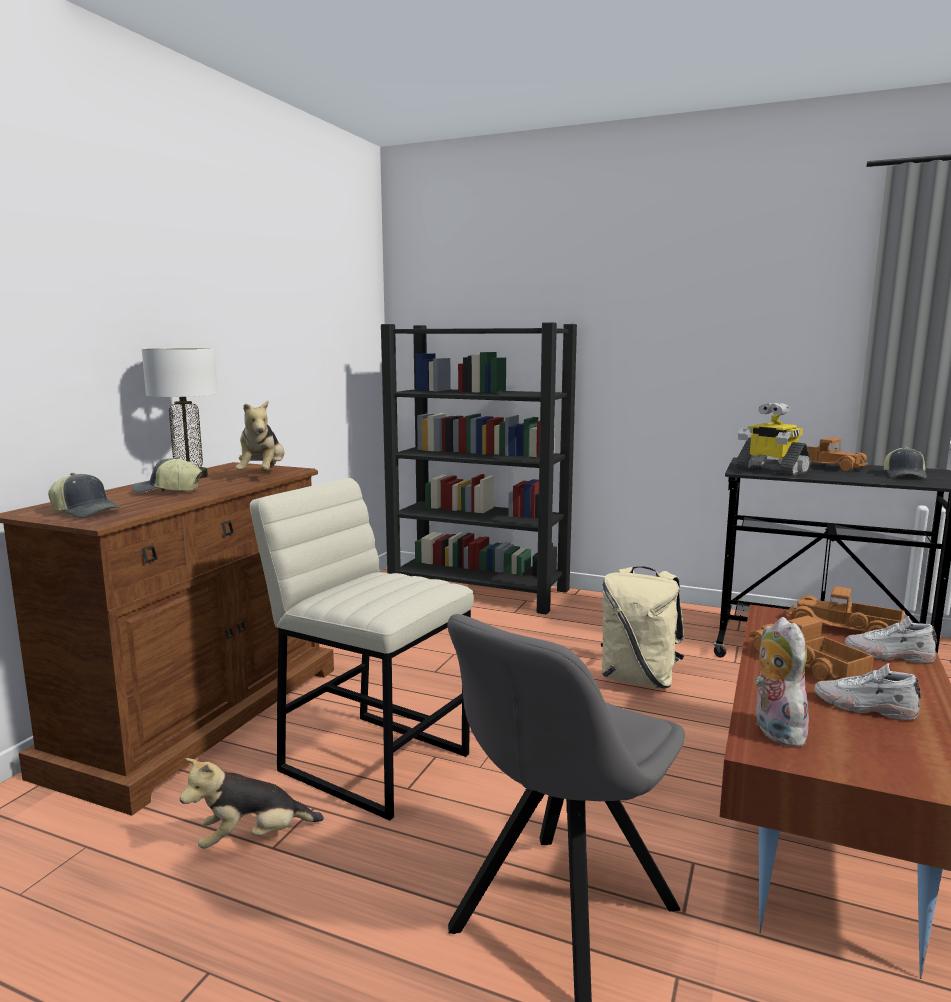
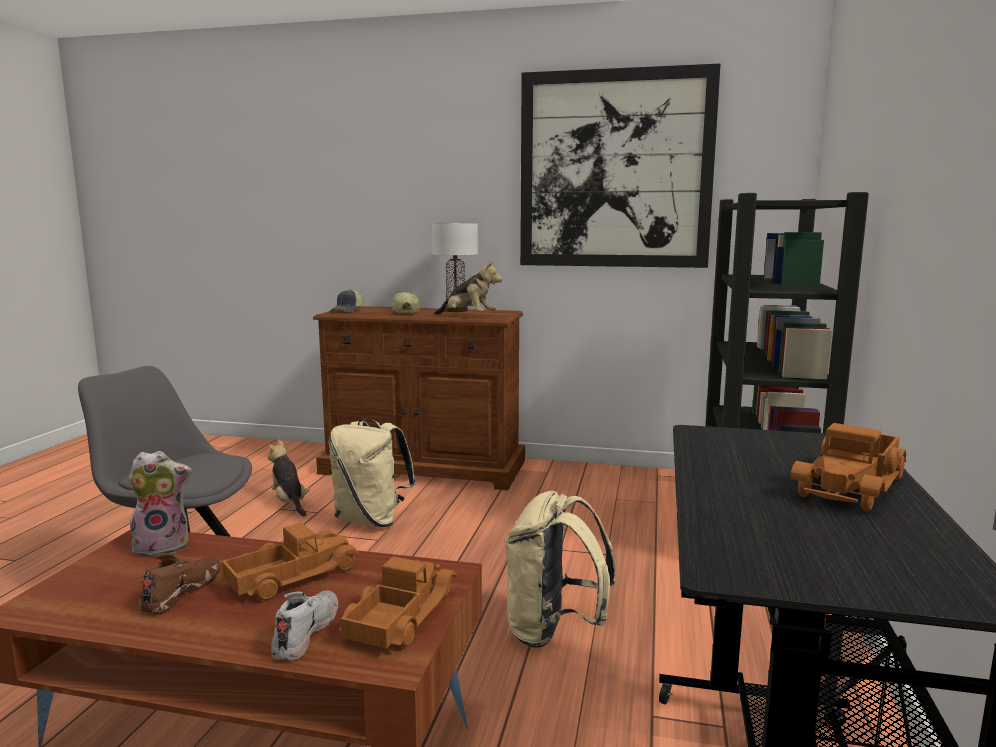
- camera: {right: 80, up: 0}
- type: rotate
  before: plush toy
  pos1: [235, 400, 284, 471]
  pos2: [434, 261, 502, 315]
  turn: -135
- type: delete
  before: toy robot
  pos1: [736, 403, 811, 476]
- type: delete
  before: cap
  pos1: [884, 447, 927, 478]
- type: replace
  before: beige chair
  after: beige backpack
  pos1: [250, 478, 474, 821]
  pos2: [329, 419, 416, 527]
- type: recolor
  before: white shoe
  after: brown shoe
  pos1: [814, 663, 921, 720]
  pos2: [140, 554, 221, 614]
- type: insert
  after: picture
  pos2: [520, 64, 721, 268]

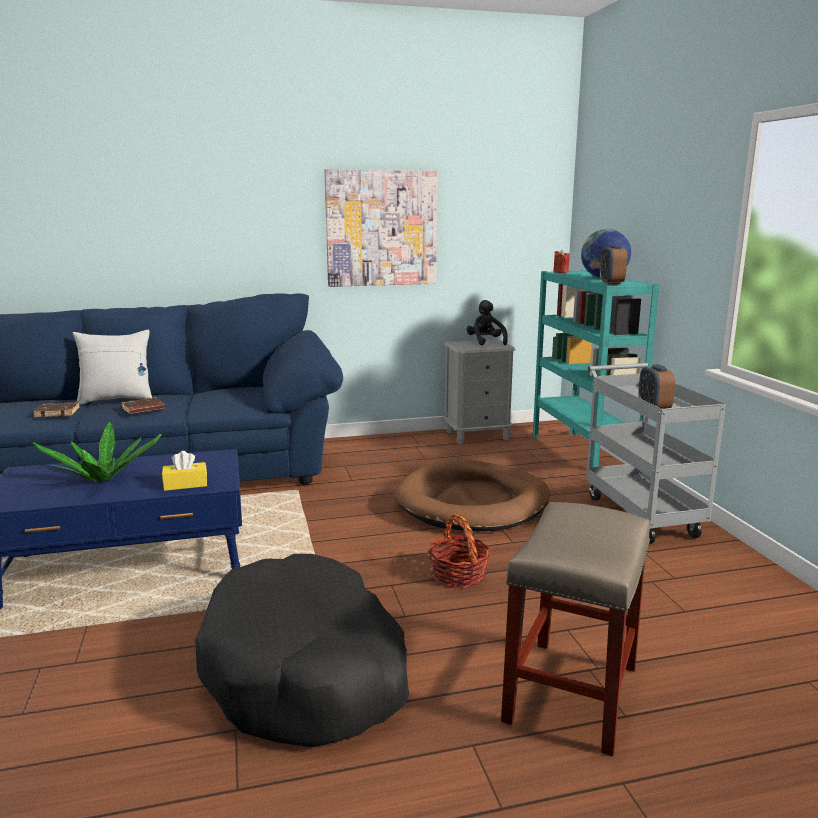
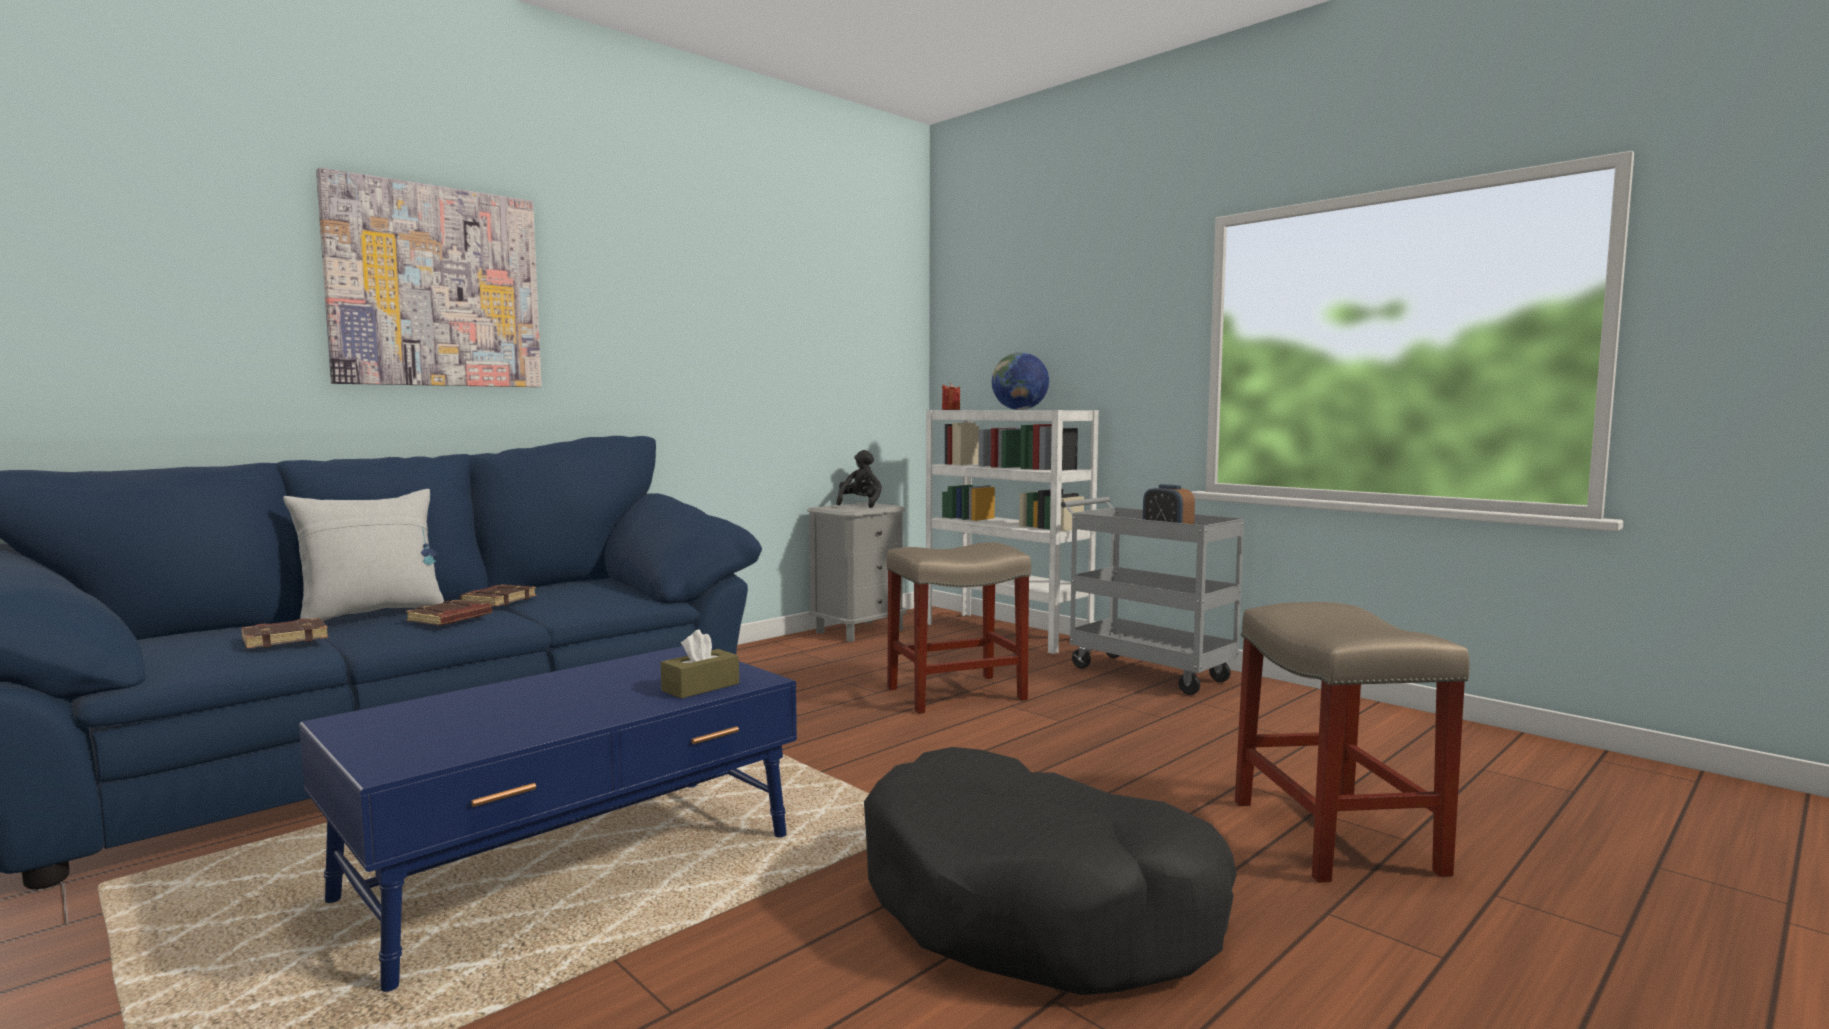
- camera: {right: -30, up: -10}
- type: move
  before: picture
  pos1: [324, 169, 437, 287]
  pos2: [316, 168, 541, 387]
- type: delete
  before: alarm clock
  pos1: [600, 245, 627, 284]
- type: recolor
  before: turquoise bookcase
  after: white bookcase
  pos1: [533, 270, 659, 467]
  pos2: [926, 410, 1099, 654]
- type: rotate
  before: black plush toy
  pos1: [466, 300, 508, 345]
  pos2: [836, 450, 882, 508]
  turn: 60
- type: delete
  before: potted plant
  pos1: [33, 421, 162, 482]
- type: recolor
  before: yellow tissue box
  after: brown tissue box
  pos1: [162, 451, 207, 491]
  pos2: [661, 629, 739, 699]
- type: replace
  before: brown dog bed
  after: beige stool
  pos1: [394, 459, 550, 531]
  pos2: [887, 542, 1031, 714]
- type: delete
  before: basket
  pos1: [428, 514, 490, 588]
- type: insert
  after: brown book
  pos2: [460, 584, 537, 606]

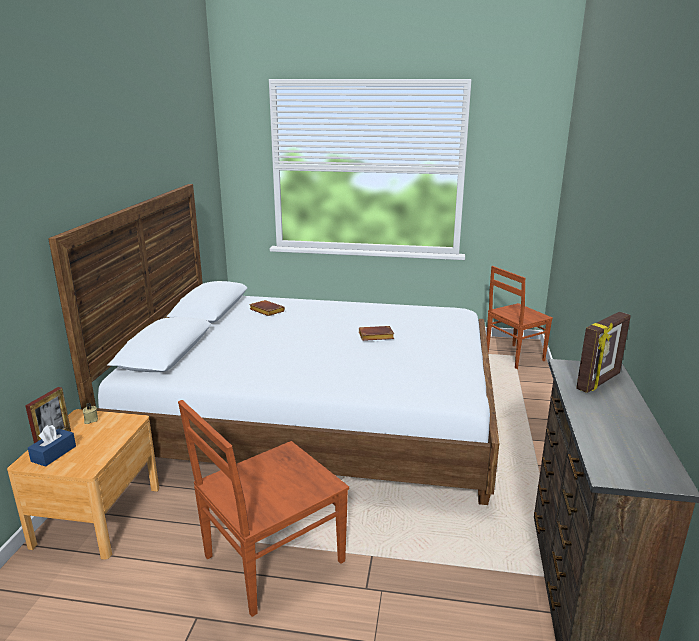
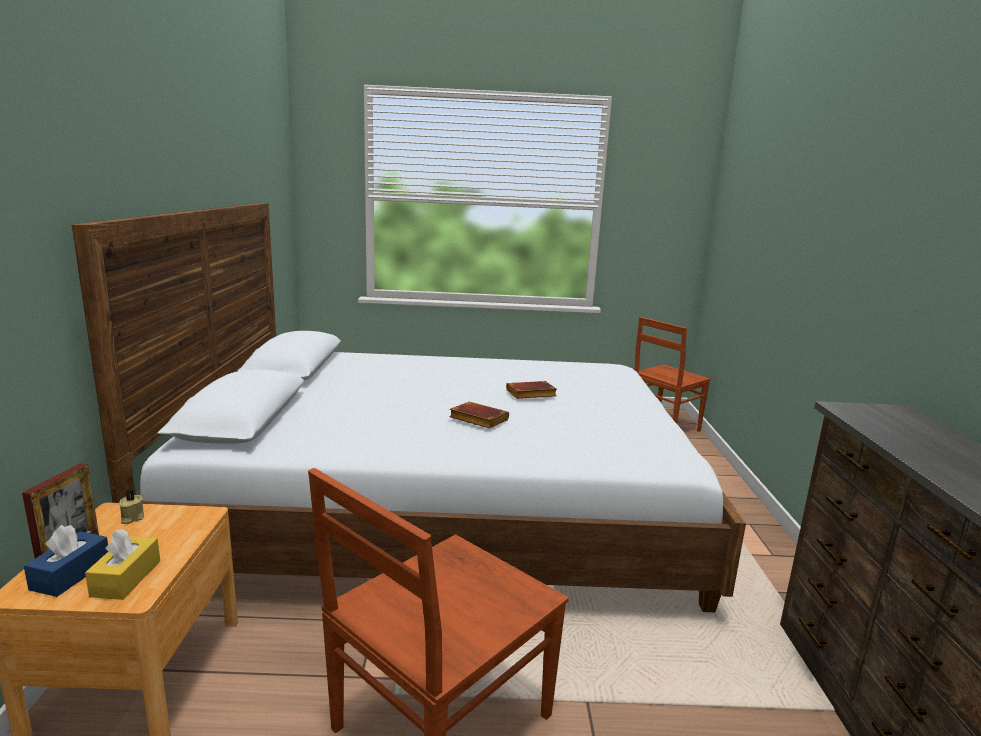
- camera: {right: -10, up: -5}
- type: move
  before: brown book
  pos1: [249, 300, 285, 316]
  pos2: [449, 402, 509, 429]
- type: delete
  before: picture frame
  pos1: [576, 312, 631, 393]
- type: insert
  after: yellow tissue box
  pos2: [85, 529, 160, 600]

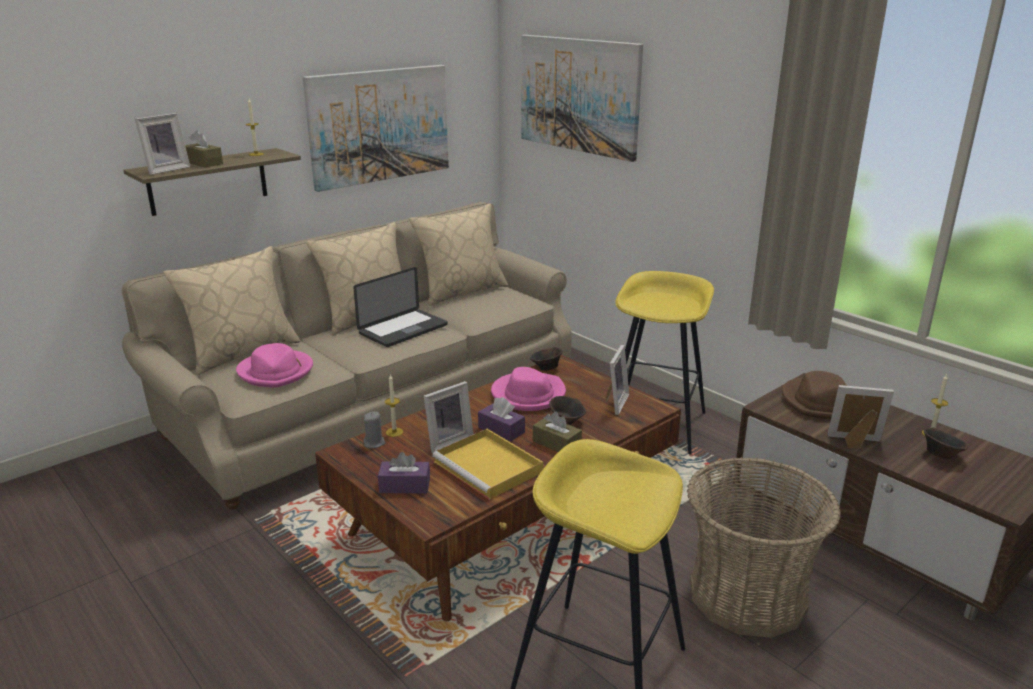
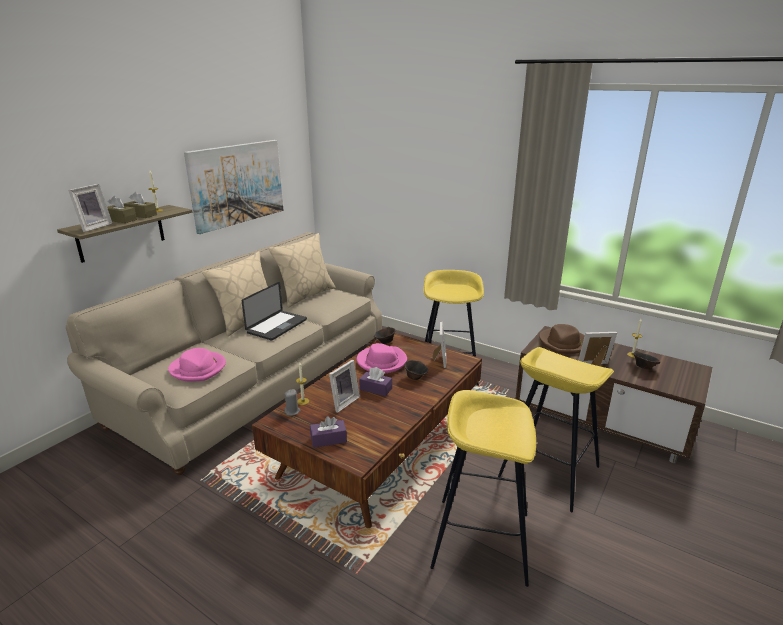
- camera: {right: -15, up: 0}
- type: delete
  before: picture
  pos1: [521, 35, 643, 162]
- type: delete
  before: beige pillow
  pos1: [164, 246, 301, 375]
- type: move
  before: brown tissue box
  pos1: [533, 412, 582, 452]
  pos2: [124, 192, 157, 218]
- type: delete
  before: yellow tray
  pos1: [432, 429, 543, 500]
- type: replace
  before: basket
  after: yellow stool
  pos1: [687, 457, 841, 638]
  pos2: [498, 347, 614, 512]

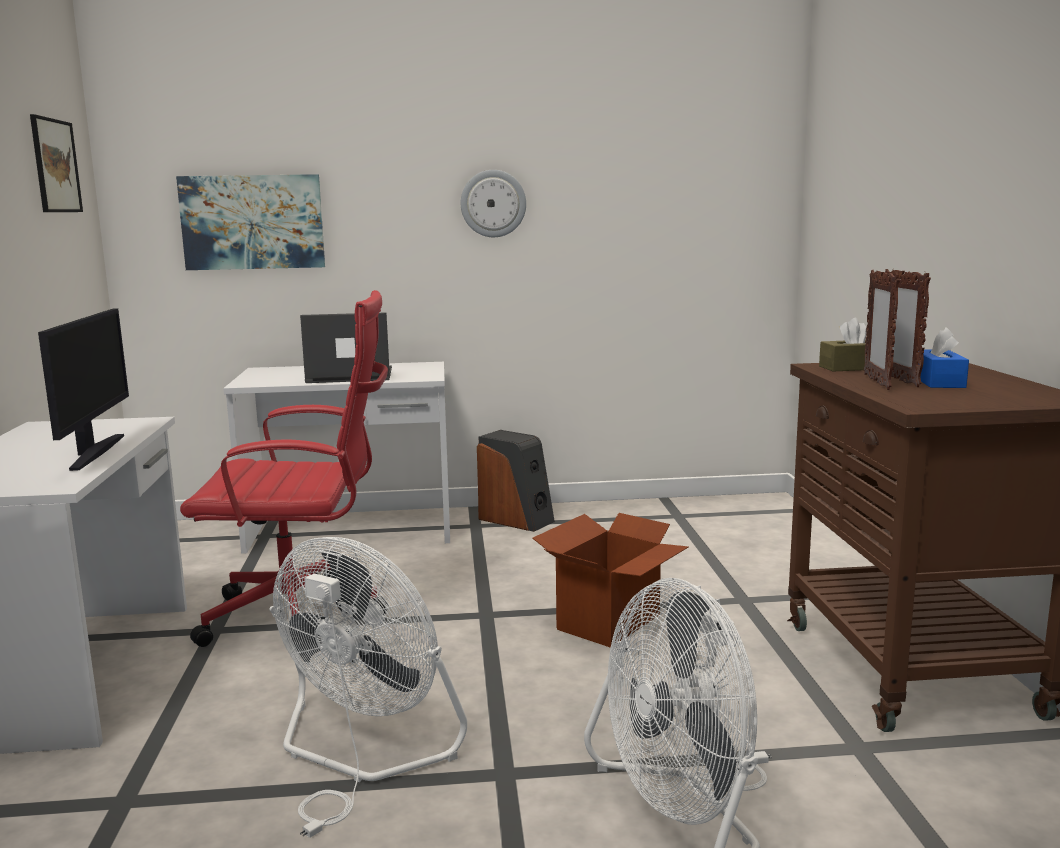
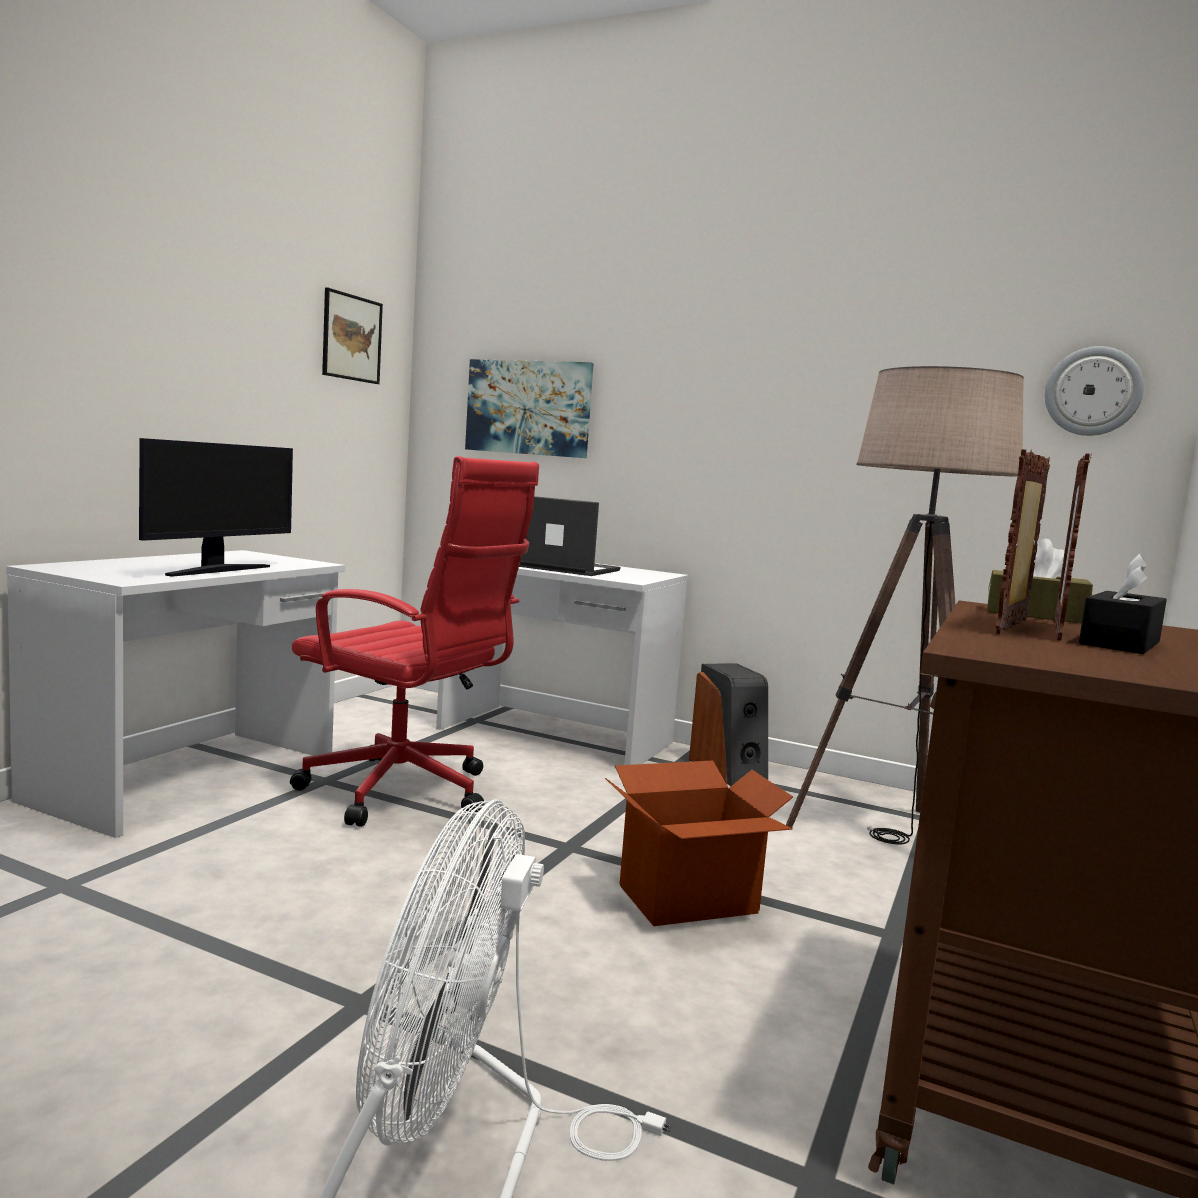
- camera: {right: 30, up: -5}
- type: move
  before: wall clock
  pos1: [461, 170, 526, 237]
  pos2: [1045, 346, 1144, 436]
- type: recolor
  before: blue tissue box
  after: black tissue box
  pos1: [921, 328, 969, 388]
  pos2: [1079, 554, 1167, 654]
- type: delete
  before: white fan
  pos1: [269, 537, 467, 838]
- type: insert
  after: floor lamp
  pos2: [786, 366, 1024, 845]

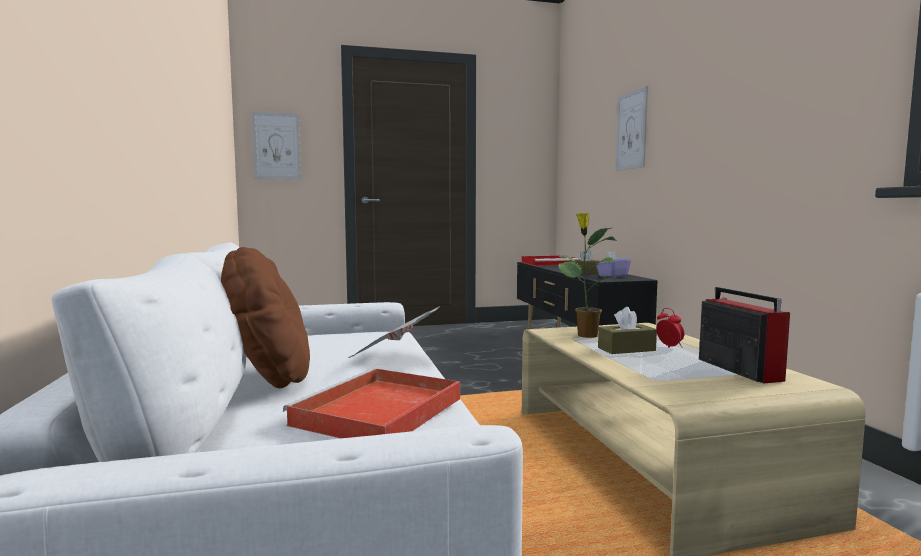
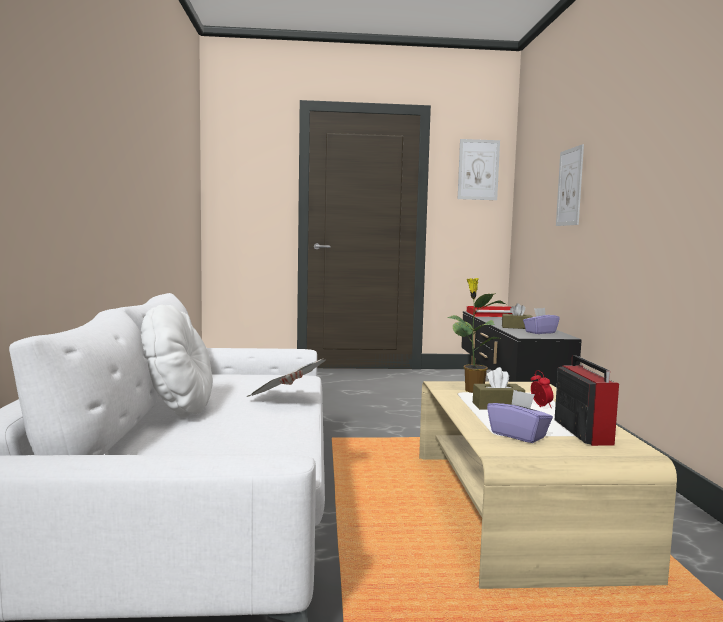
- camera: {right: 10, up: 0}
- type: move
  before: picture
  pos1: [252, 112, 301, 180]
  pos2: [458, 139, 500, 200]
- type: recolor
  before: brown pillow
  after: white pillow
  pos1: [221, 247, 310, 388]
  pos2: [141, 305, 213, 417]
- type: delete
  before: red tray
  pos1: [283, 368, 460, 438]
- type: insert
  after: purple tissue box
  pos2: [487, 390, 553, 443]

